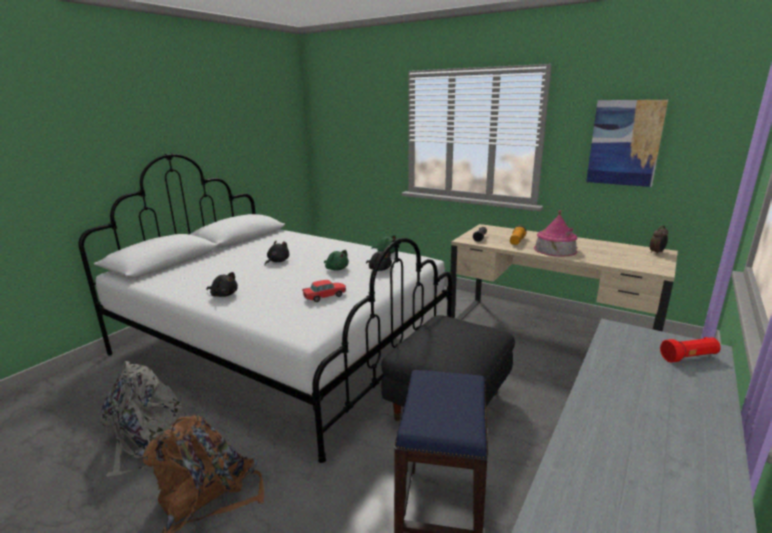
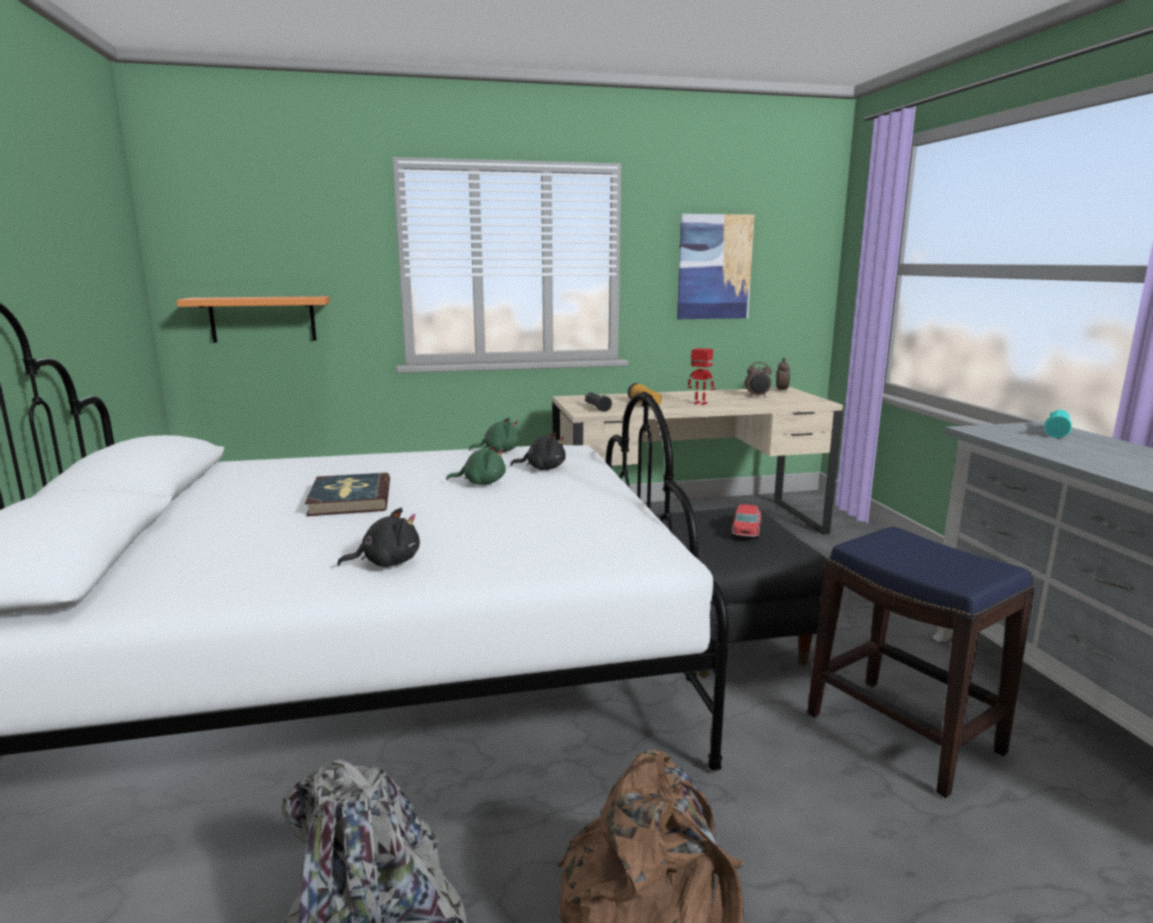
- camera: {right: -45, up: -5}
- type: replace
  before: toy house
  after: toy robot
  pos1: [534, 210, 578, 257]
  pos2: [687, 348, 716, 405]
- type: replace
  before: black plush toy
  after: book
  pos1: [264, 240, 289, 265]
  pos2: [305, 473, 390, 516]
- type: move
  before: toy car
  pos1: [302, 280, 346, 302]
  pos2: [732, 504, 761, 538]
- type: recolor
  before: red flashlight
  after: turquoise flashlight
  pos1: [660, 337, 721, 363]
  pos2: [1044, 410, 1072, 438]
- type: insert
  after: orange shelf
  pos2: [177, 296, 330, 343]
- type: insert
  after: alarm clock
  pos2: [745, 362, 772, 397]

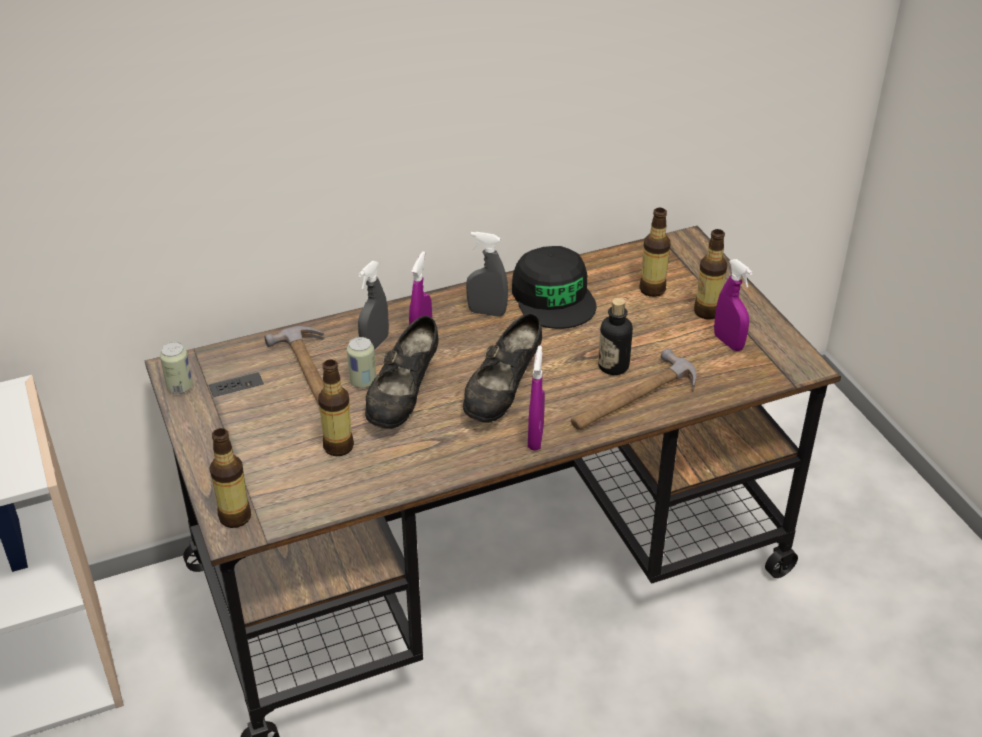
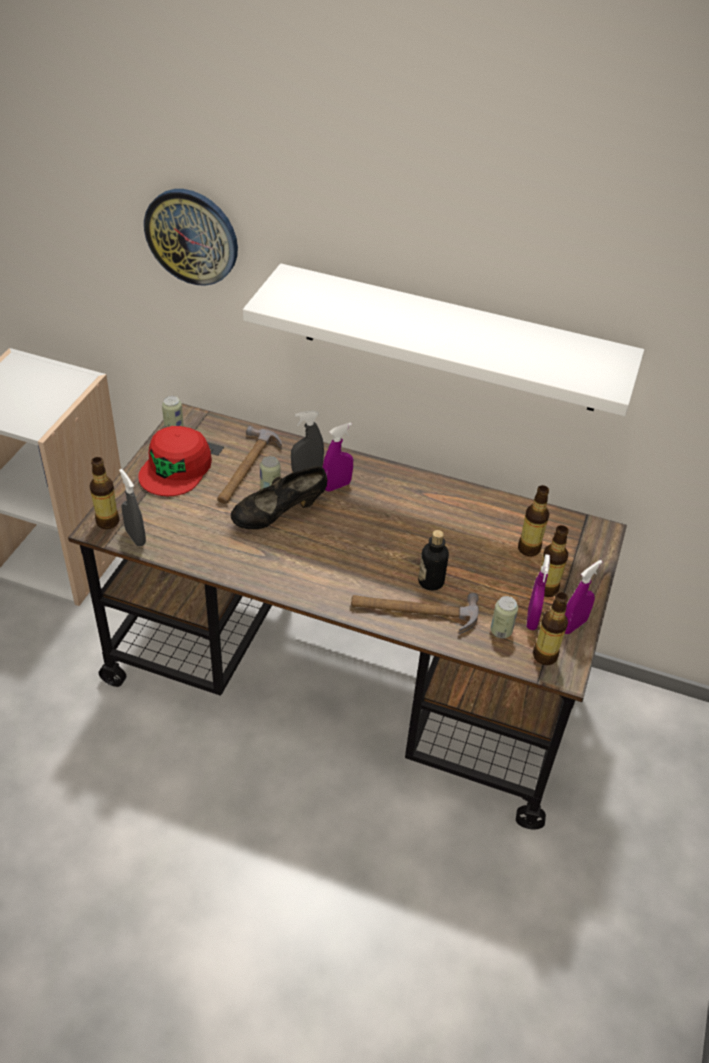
- camera: {right: 40, up: 5}
- type: move
  before: grey spray bottle
  pos1: [466, 232, 508, 317]
  pos2: [119, 469, 146, 546]
- type: delete
  before: black cap
  pos1: [512, 246, 596, 329]
- type: delete
  before: black shoe
  pos1: [463, 313, 542, 423]
- type: move
  before: purple spray bottle
  pos1: [528, 346, 545, 451]
  pos2: [565, 560, 602, 634]
- type: move
  before: bottle
  pos1: [318, 360, 354, 456]
  pos2: [533, 592, 568, 665]
- type: insert
  after: wall clock
  pos2: [144, 189, 238, 286]
- type: insert
  after: white shelf
  pos2: [243, 263, 644, 416]
- type: insert
  after: red cap
  pos2: [138, 426, 212, 496]
- type: insert
  after: can
  pos2: [491, 596, 518, 638]

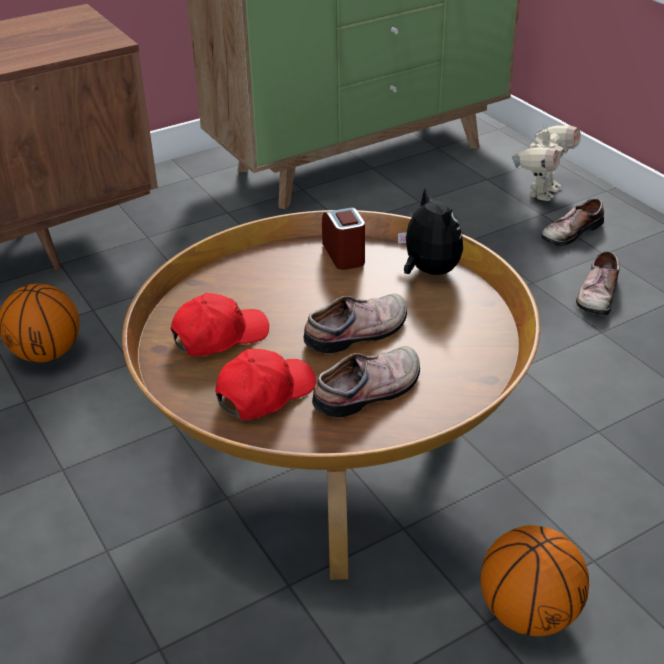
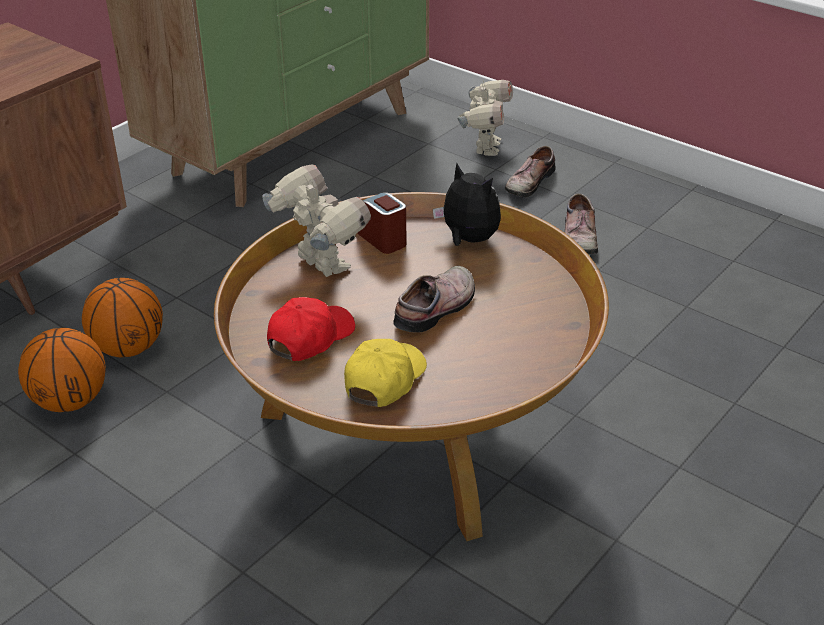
- camera: {right: -20, up: 0}
- type: delete
  before: shoe
  pos1: [312, 346, 420, 418]
- type: recolor
  before: red cap
  after: yellow cap
  pos1: [216, 349, 316, 420]
  pos2: [344, 339, 427, 407]
- type: move
  before: basketball
  pos1: [480, 525, 589, 636]
  pos2: [82, 278, 163, 357]
- type: insert
  after: toy robot
  pos2: [262, 164, 371, 277]

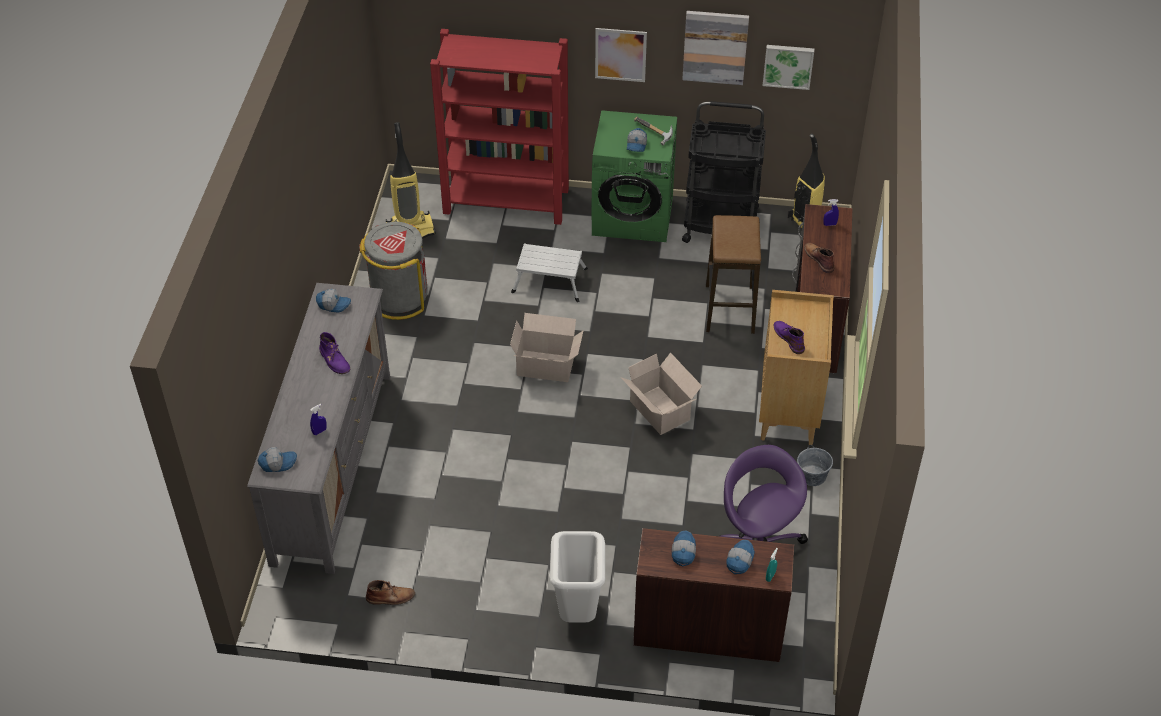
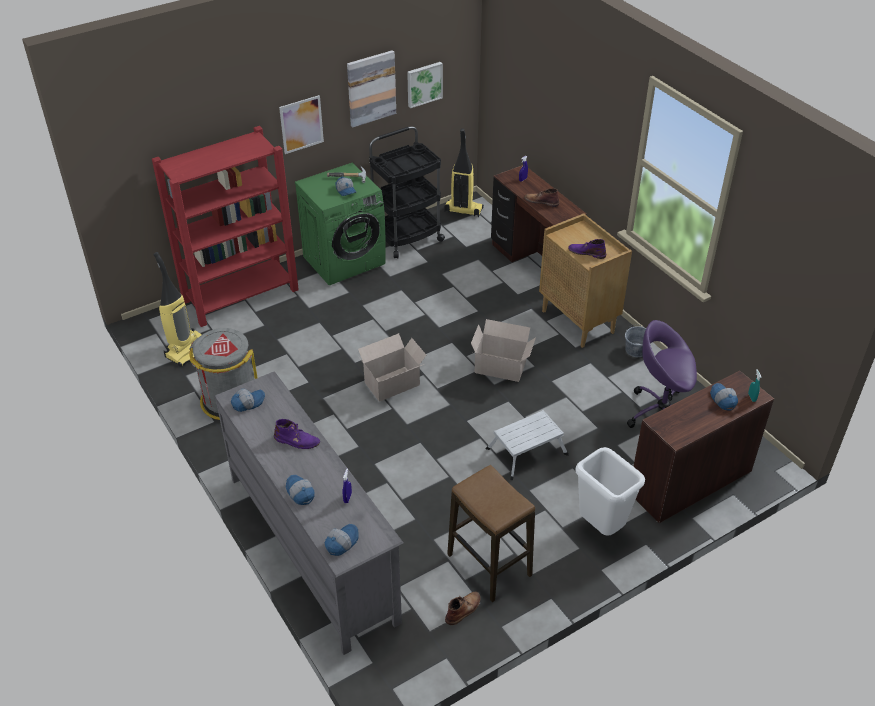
- camera: {right: -40, up: -5}
- type: move
  before: stool
  pos1: [706, 215, 761, 334]
  pos2: [447, 465, 535, 602]
- type: move
  before: white step ladder
  pos1: [511, 243, 588, 302]
  pos2: [486, 410, 569, 480]
- type: move
  before: cap
  pos1: [672, 530, 696, 567]
  pos2: [286, 475, 315, 505]

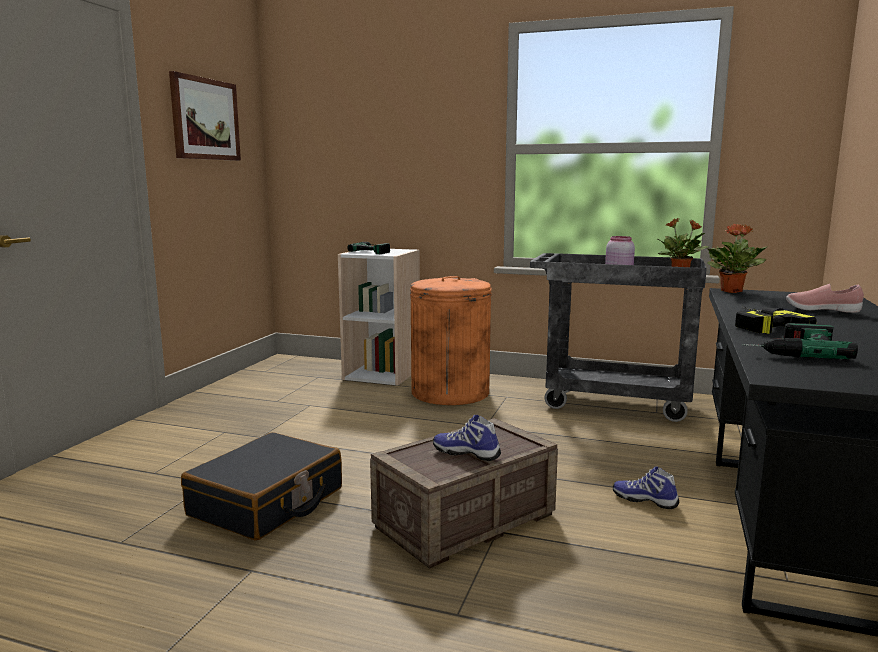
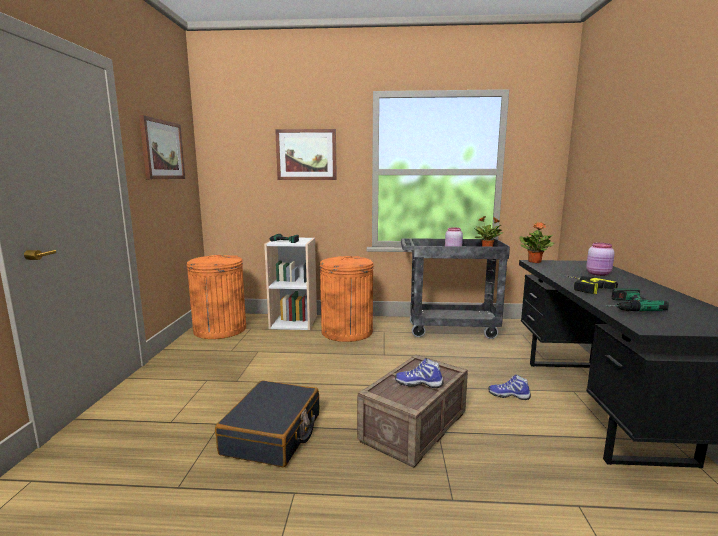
- camera: {right: -15, up: 0}
- type: replace
  before: pink shoe
  after: pink jar
  pos1: [786, 284, 864, 313]
  pos2: [586, 243, 615, 276]
- type: insert
  after: picture
  pos2: [275, 129, 337, 180]
- type: insert
  after: orange trash can
  pos2: [187, 255, 246, 339]

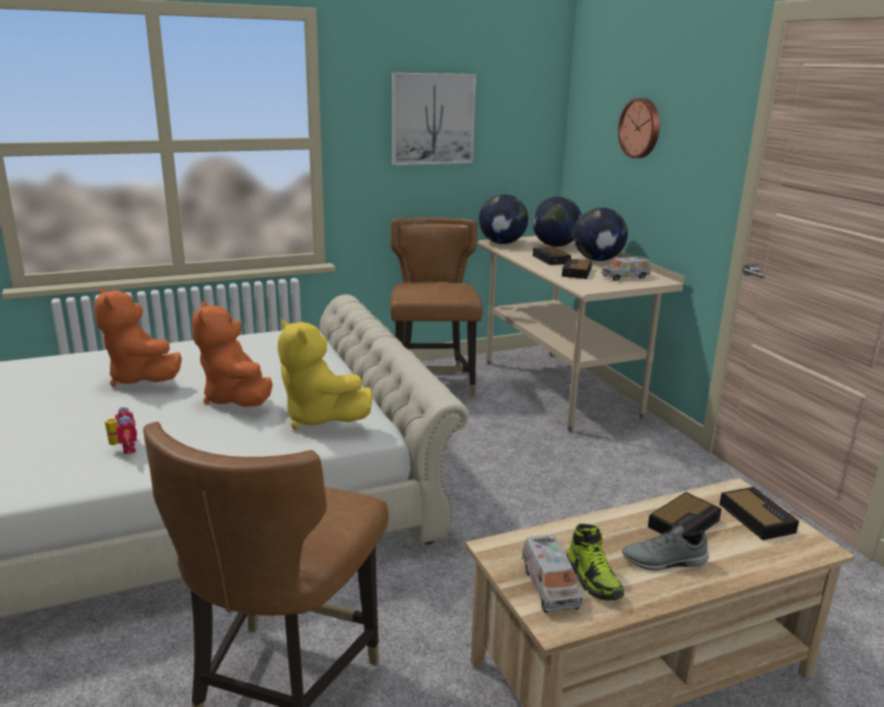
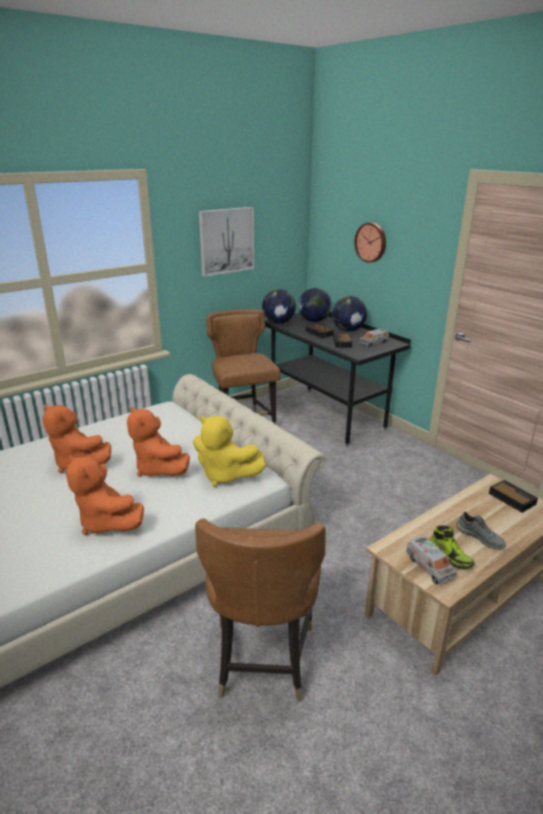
- camera: {right: -15, up: 5}
- type: recolor
  before: beige desk
  after: black desk
  pos1: [478, 236, 685, 432]
  pos2: [265, 312, 411, 446]
- type: replace
  before: toy robot
  after: orange plush toy
  pos1: [105, 407, 137, 454]
  pos2: [66, 454, 144, 535]
- type: delete
  before: alarm clock
  pos1: [648, 492, 722, 534]
- type: rotate
  before: grey shoe
  pos1: [622, 525, 709, 571]
  pos2: [456, 512, 506, 549]
  turn: -120

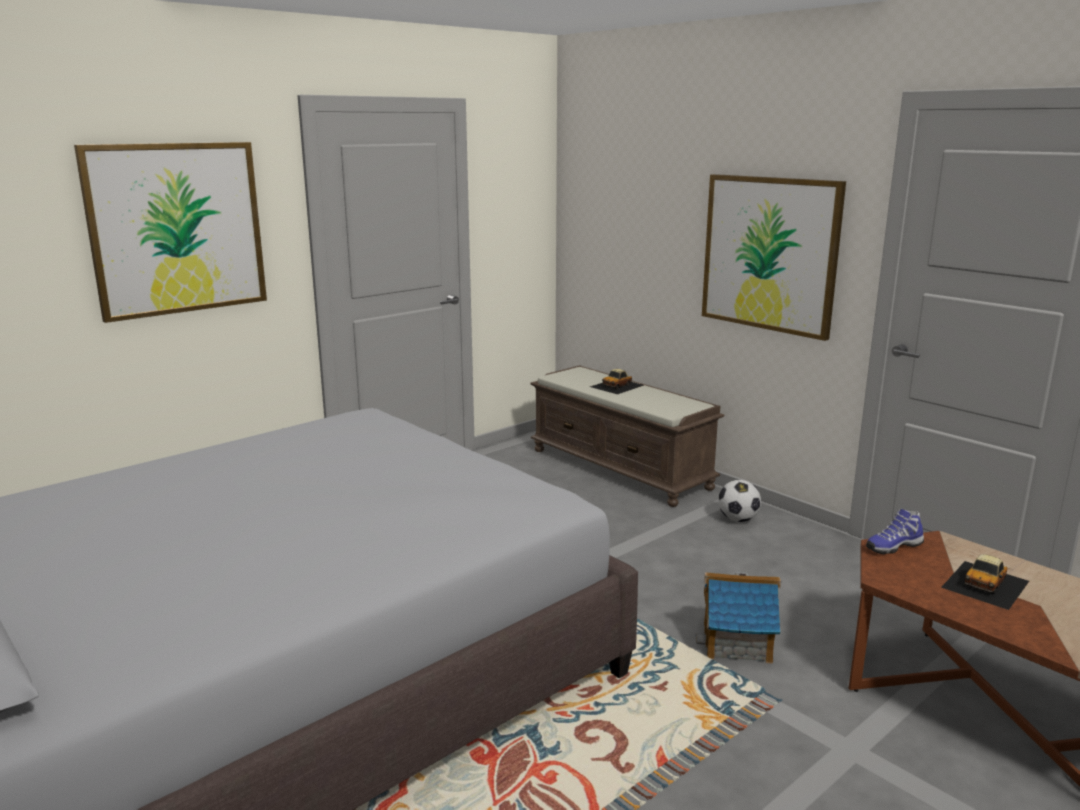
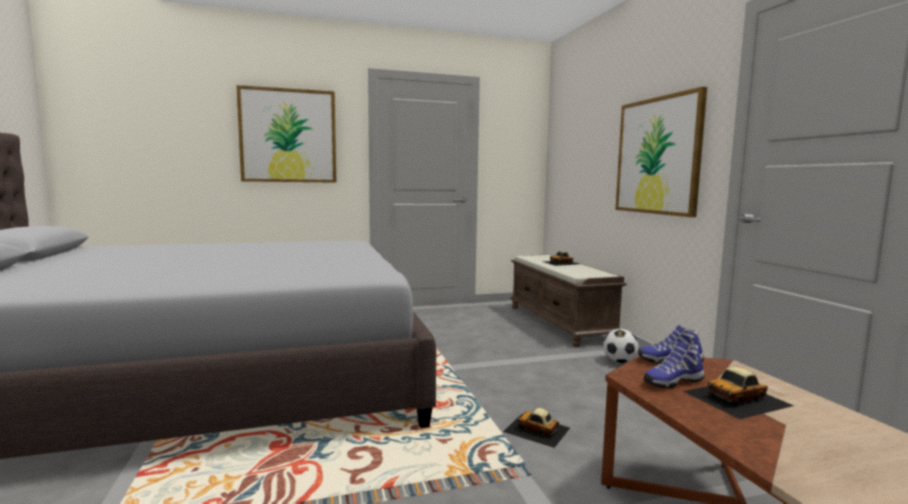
- camera: {right: 25, up: -10}
- type: replace
  before: toy house
  after: toy car
  pos1: [696, 572, 781, 664]
  pos2: [503, 408, 570, 448]
- type: insert
  after: shoe
  pos2: [644, 341, 704, 389]

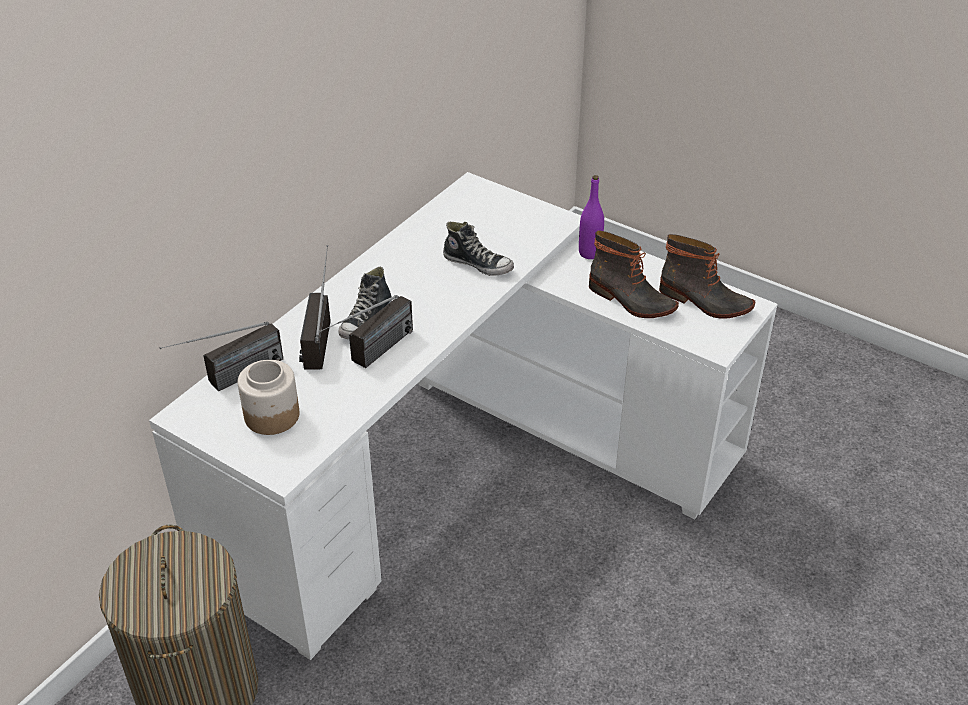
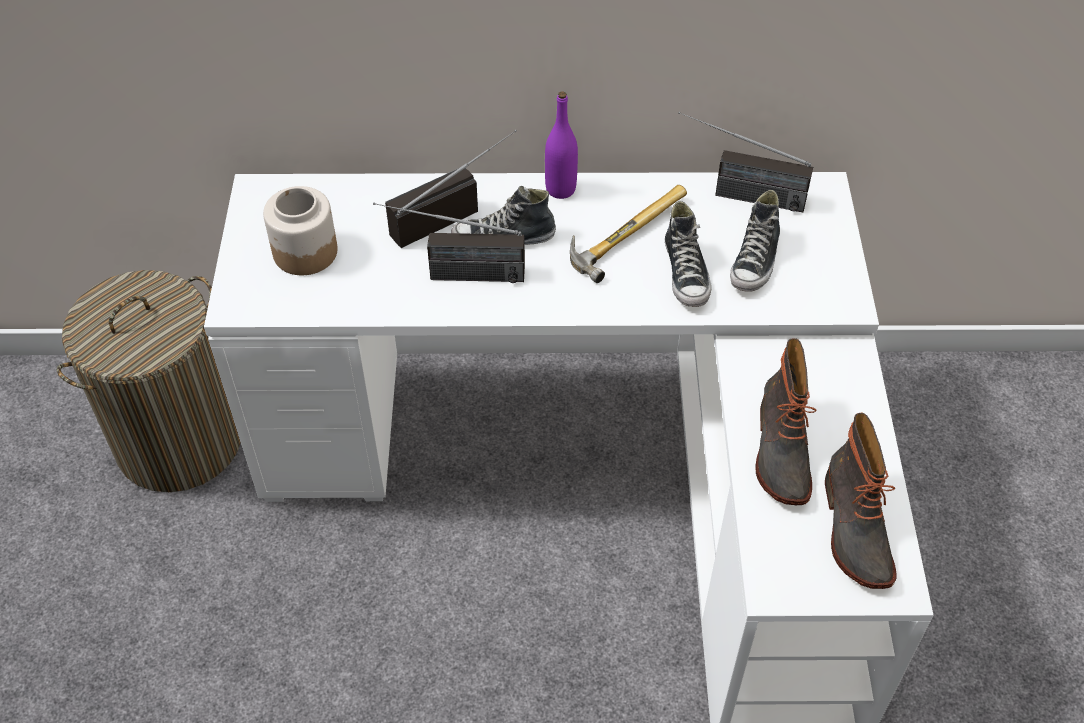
- camera: {right: 55, up: 10}
- type: move
  before: purple bottle
  pos1: [579, 175, 604, 259]
  pos2: [545, 91, 578, 199]
- type: move
  before: radio
  pos1: [160, 322, 283, 391]
  pos2: [678, 112, 813, 212]
- type: insert
  after: hammer
  pos2: [570, 185, 687, 283]
- type: insert
  after: shoe
  pos2: [730, 190, 780, 292]

